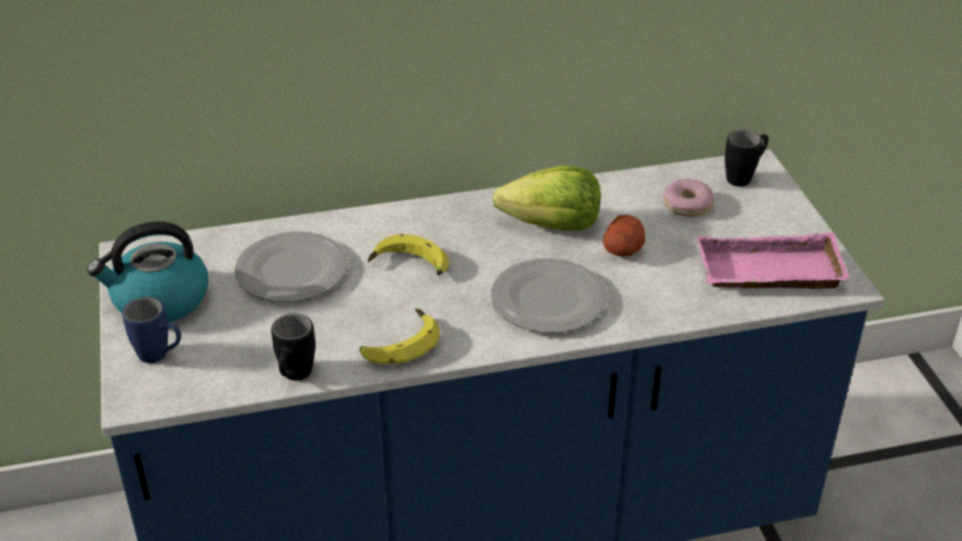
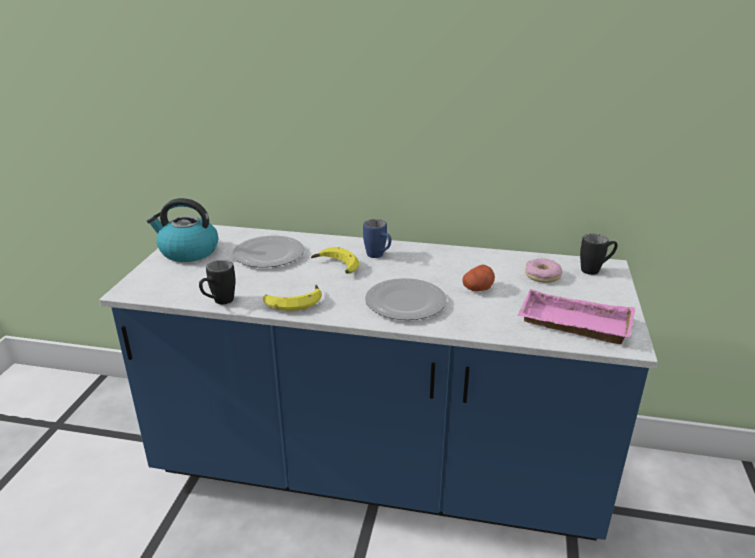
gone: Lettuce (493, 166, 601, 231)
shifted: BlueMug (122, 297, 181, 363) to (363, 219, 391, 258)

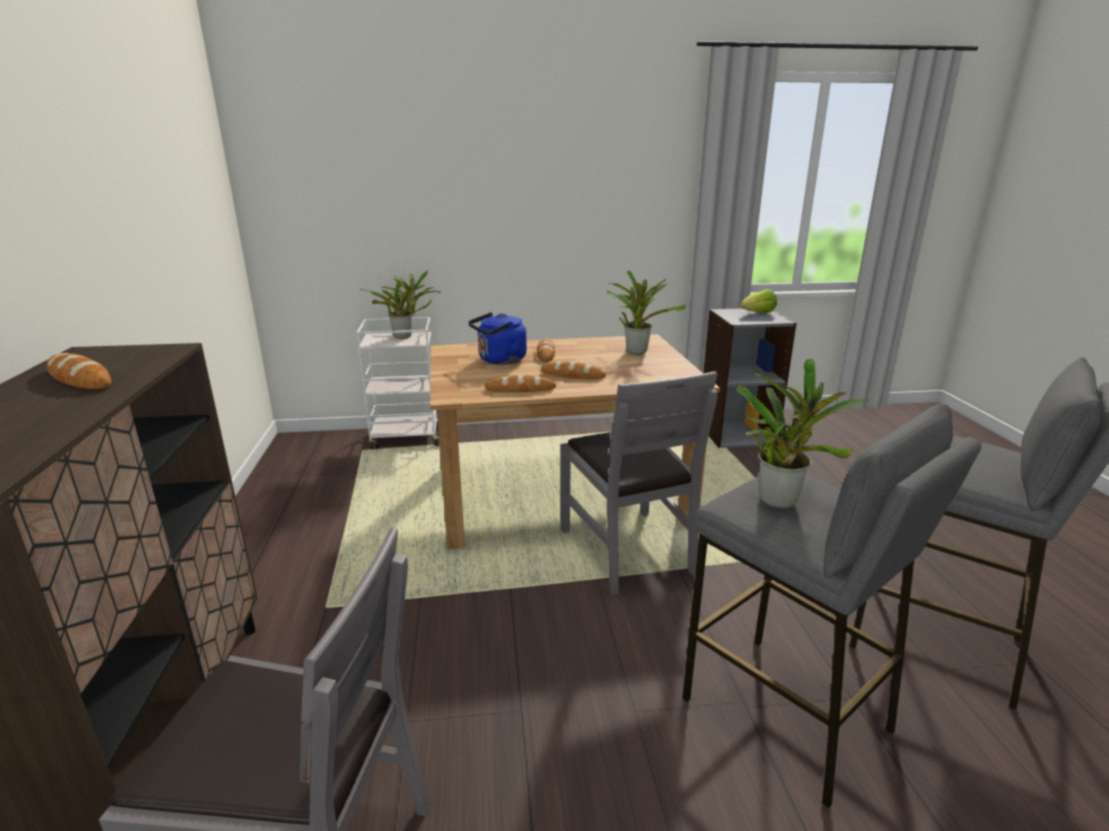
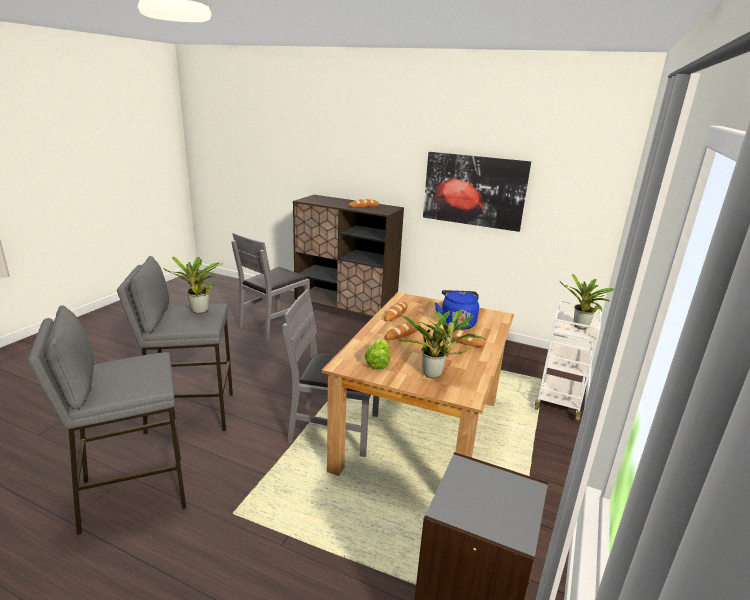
new: Picture (423, 152, 531, 232)
shifted: Lettuce (741, 289, 777, 313) to (365, 338, 390, 369)

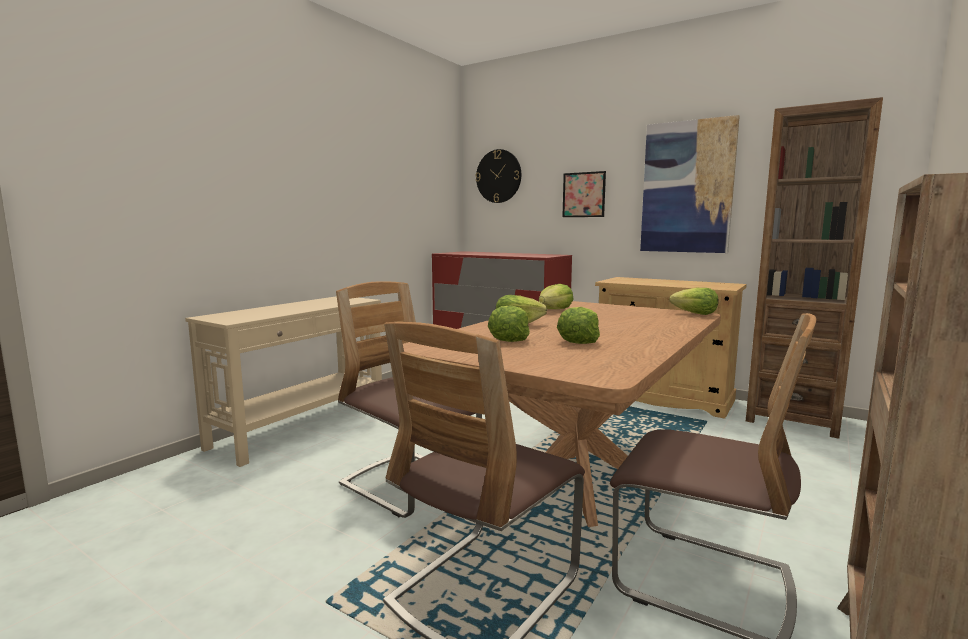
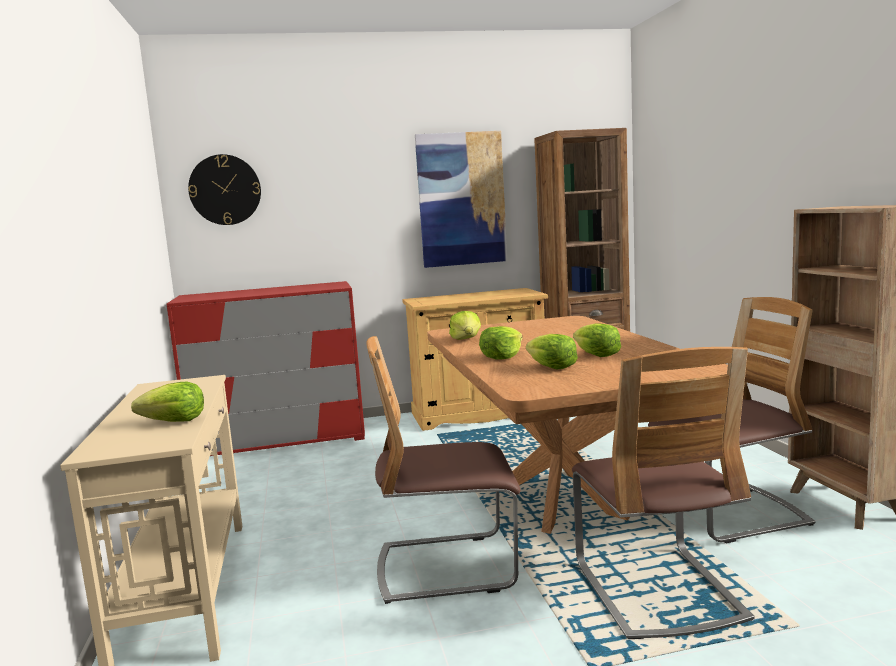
gone: Picture (562, 171, 606, 217)
shifted: Lettuce (669, 288, 718, 315) to (131, 382, 204, 422)

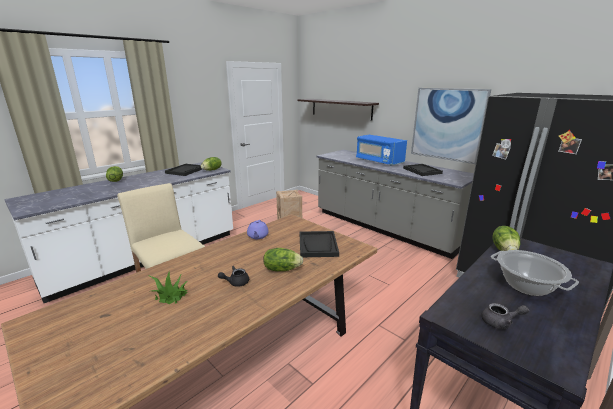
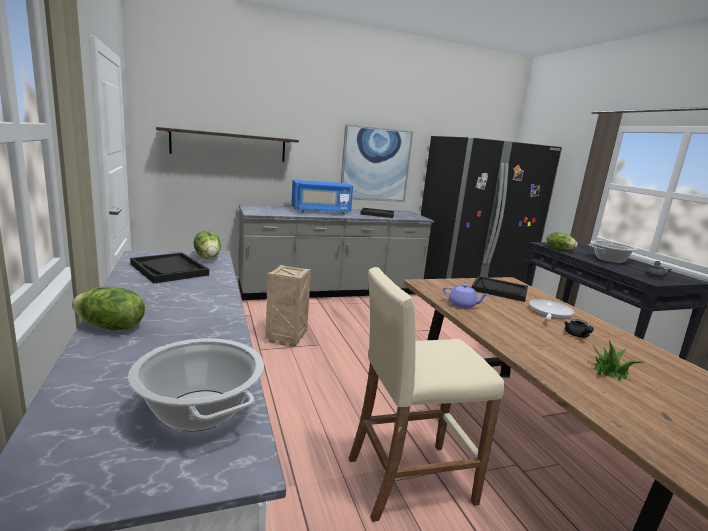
new: CookingPot (128, 339, 264, 431)
swapped: Lettuce (263, 248, 303, 271) to FryingPan (529, 299, 575, 320)

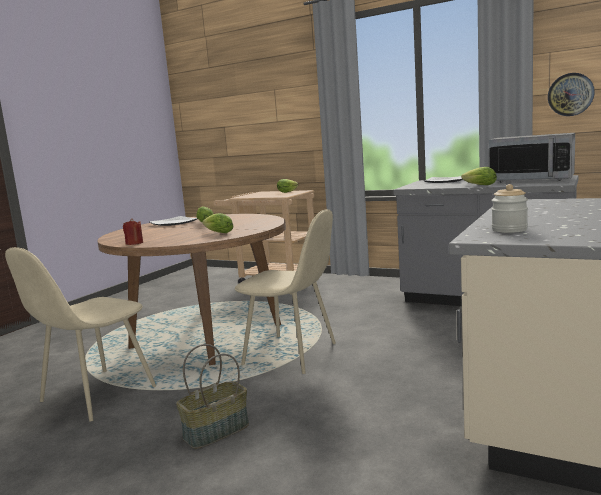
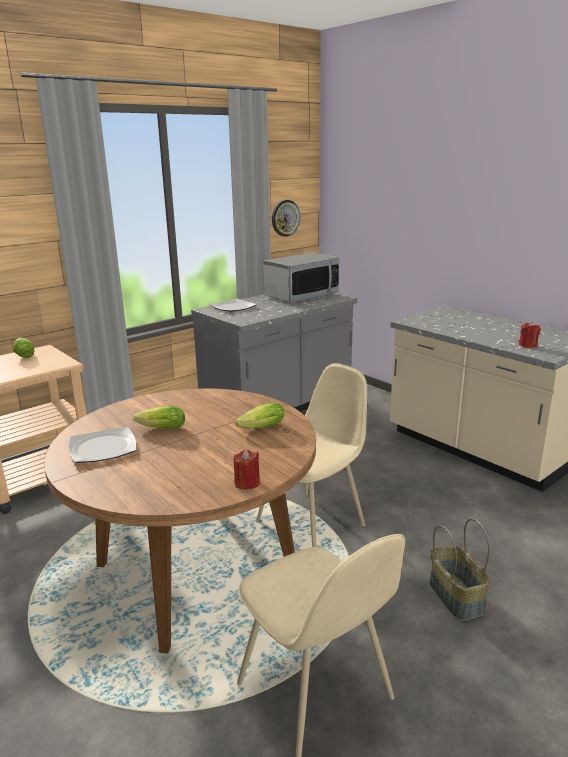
gone: Lettuce (461, 167, 497, 185)
swapped: Jar (491, 184, 528, 233) to RedCandle (519, 321, 541, 348)

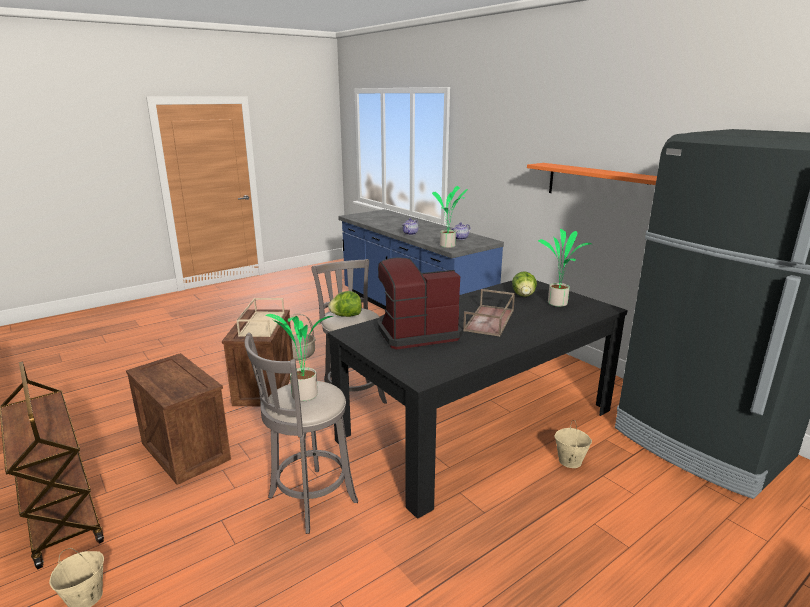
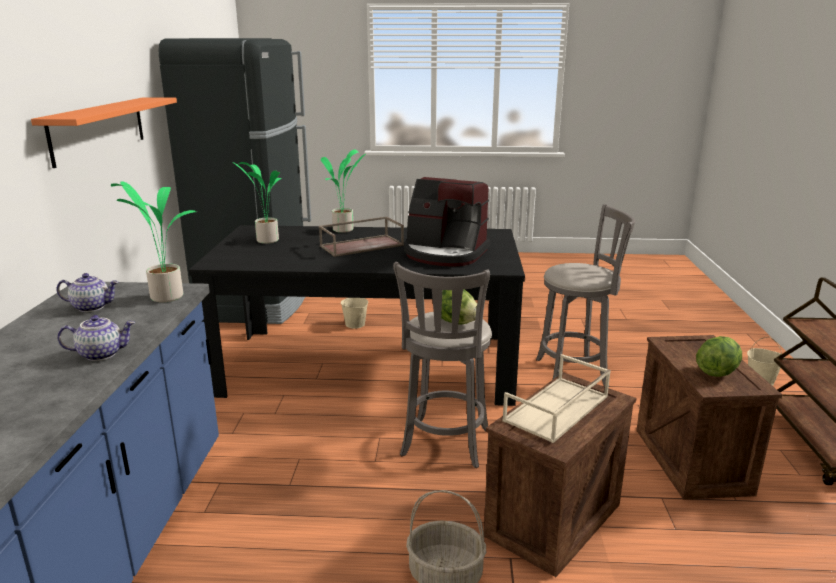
shifted: PottedPlant (265, 314, 334, 401) to (321, 150, 366, 233); Lettuce (512, 271, 537, 297) to (696, 336, 742, 377)

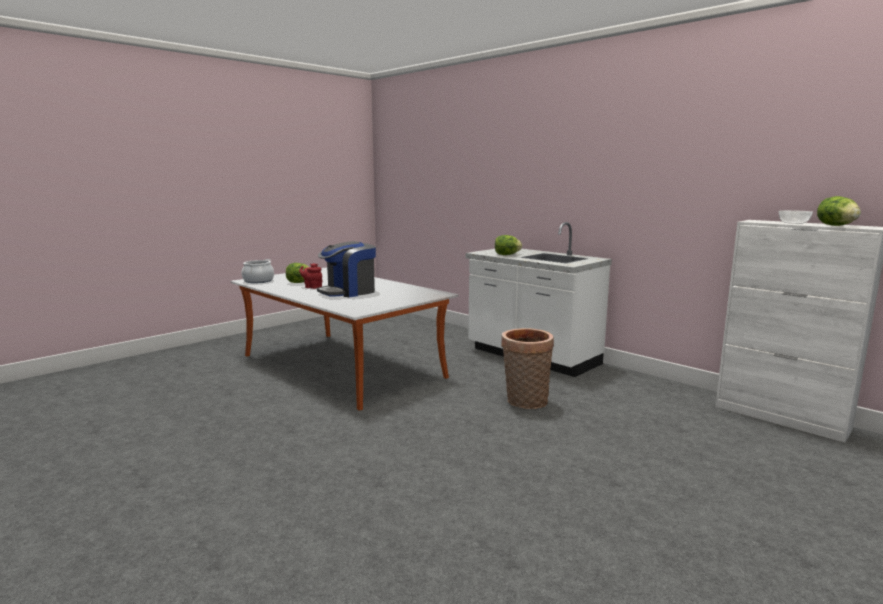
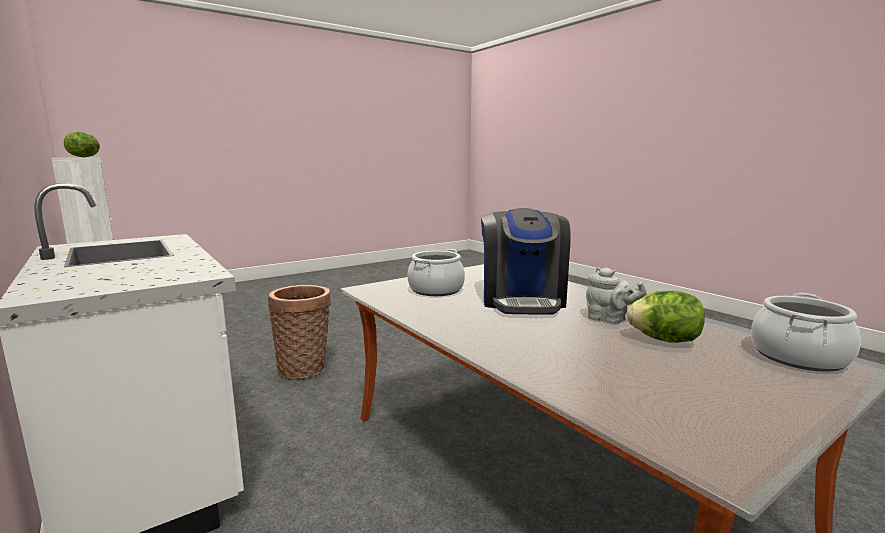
gone: Lettuce (495, 235, 522, 255); Bowl (779, 210, 813, 224)
new: CookingPot (407, 249, 465, 296)
repainted: RedTeapot (299, 263, 323, 289) to GreyTeapot (586, 267, 646, 324)
rotated: CoffeeMachine (317, 241, 376, 297) = (481, 208, 571, 314) 120 degrees clockwise

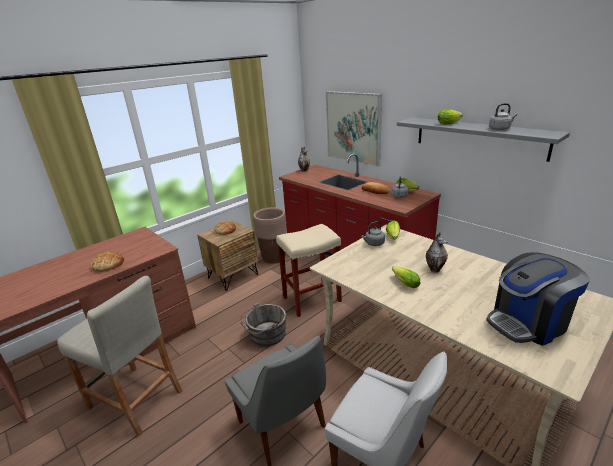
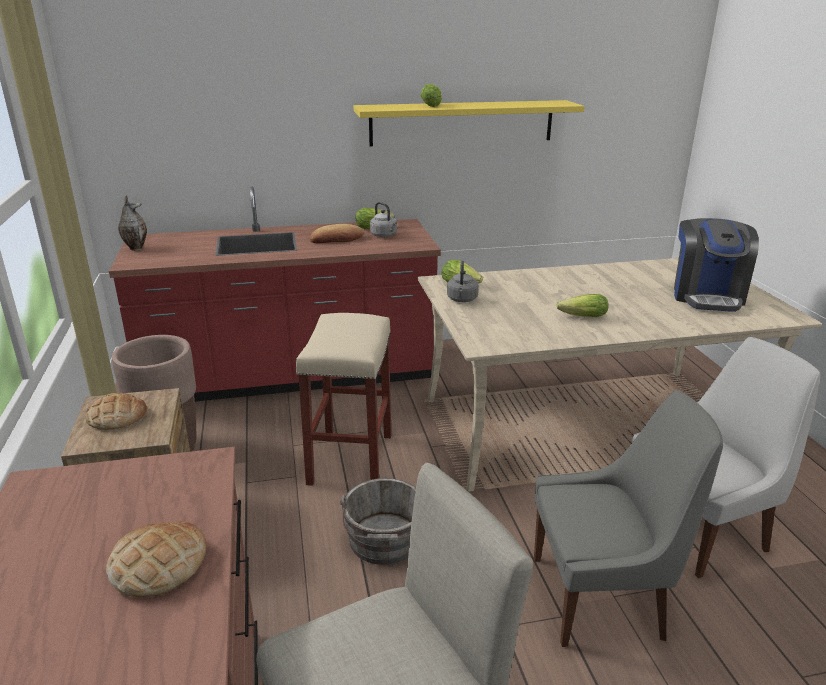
gone: Picture (326, 91, 382, 167); Vase (426, 232, 448, 273); GreyKettle (489, 103, 517, 130)
repainted: GreyShelf (397, 117, 570, 162) to YellowShelf (354, 100, 585, 146)

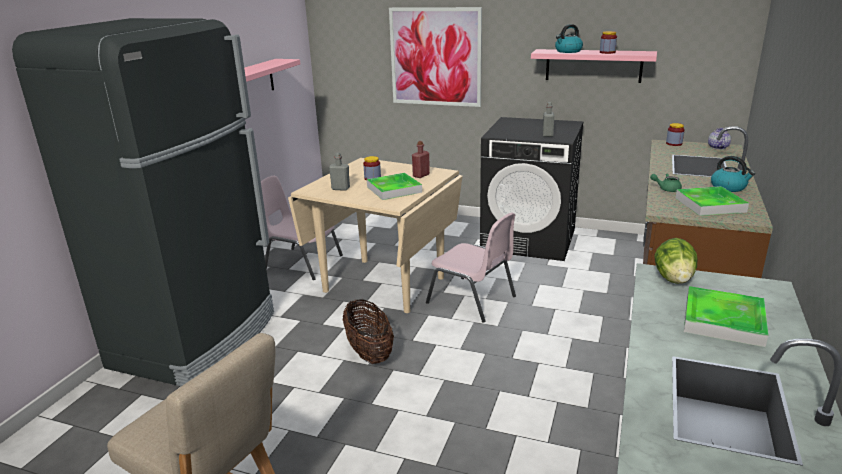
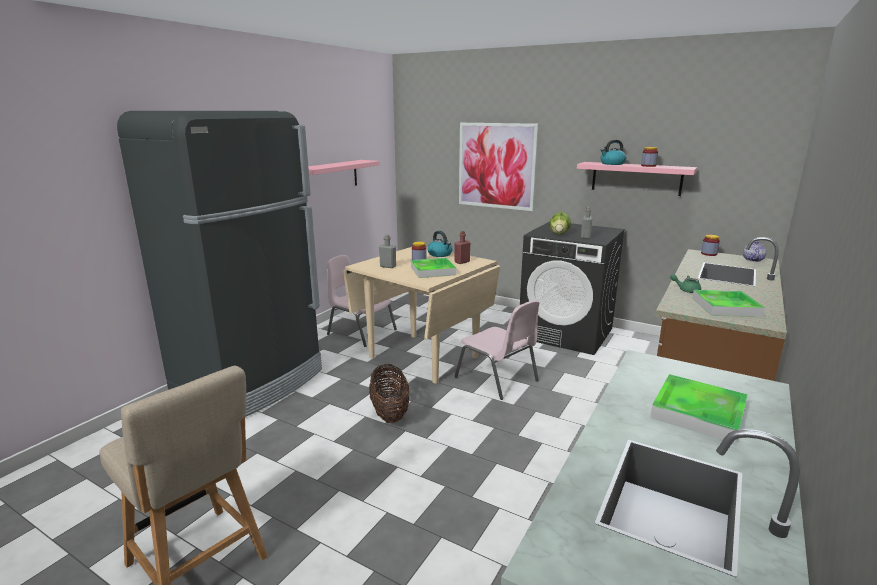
shifted: Kettle (711, 156, 755, 192) to (427, 231, 453, 257); Lettuce (654, 238, 698, 284) to (549, 212, 571, 235)

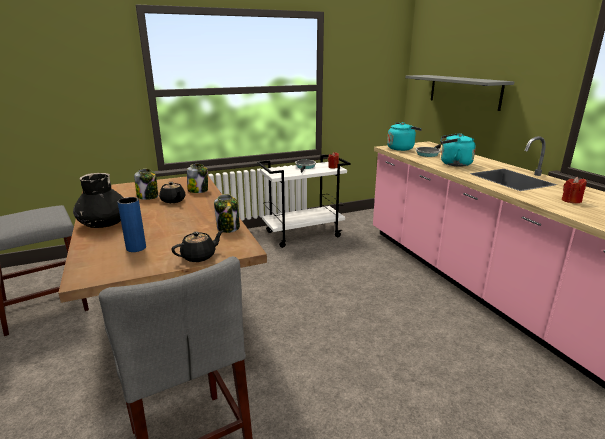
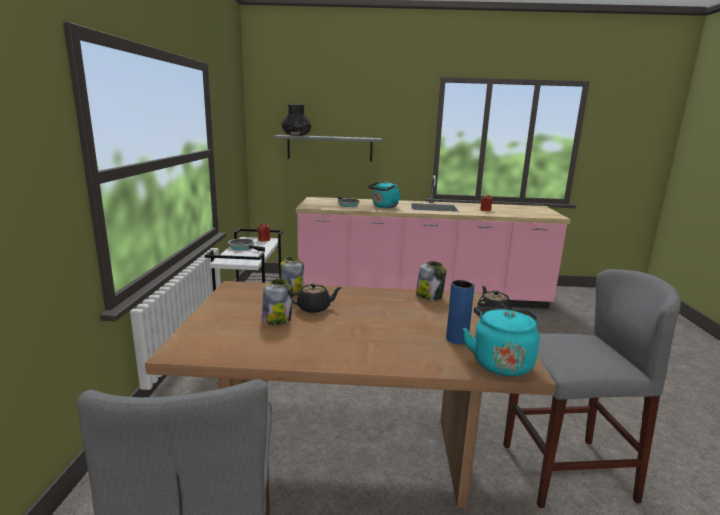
shifted: BlackVase (73, 173, 124, 228) to (281, 104, 311, 136); TurquoiseKettle (387, 122, 422, 151) to (463, 307, 540, 376)

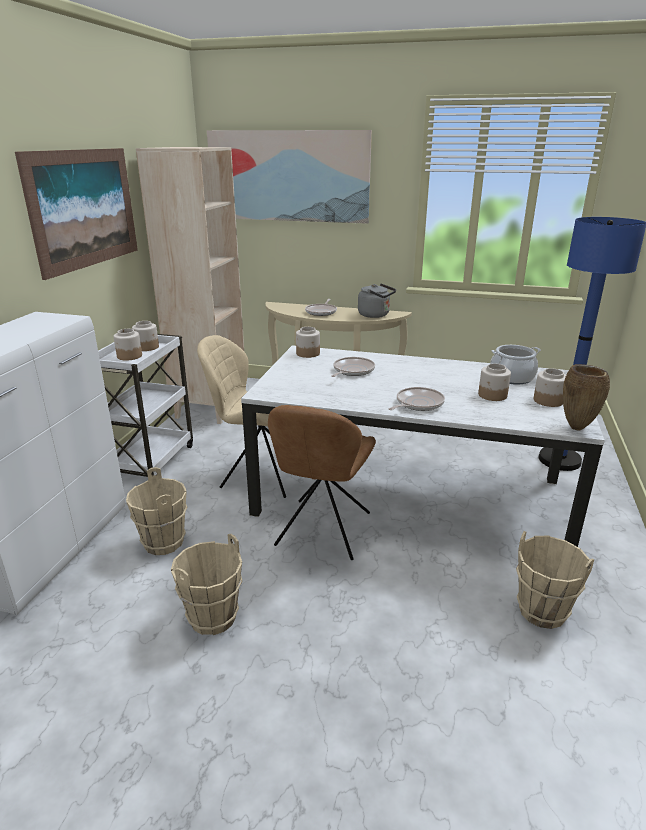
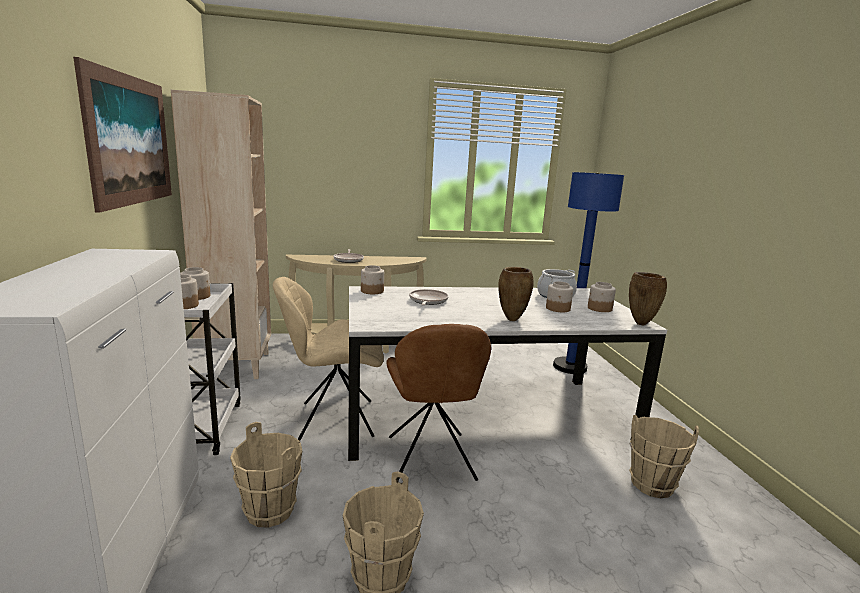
gone: Picture (207, 130, 372, 224); GreyKettle (358, 284, 396, 318)
swapped: FryingPan (389, 387, 445, 411) to BrownVase (498, 267, 534, 321)

